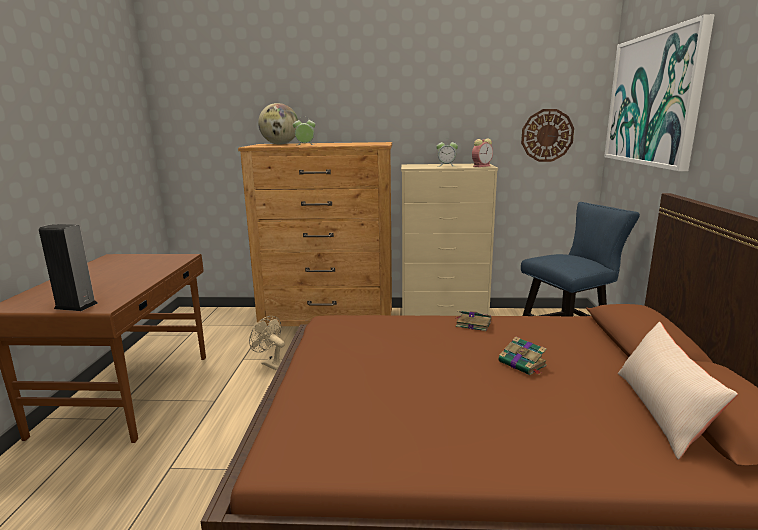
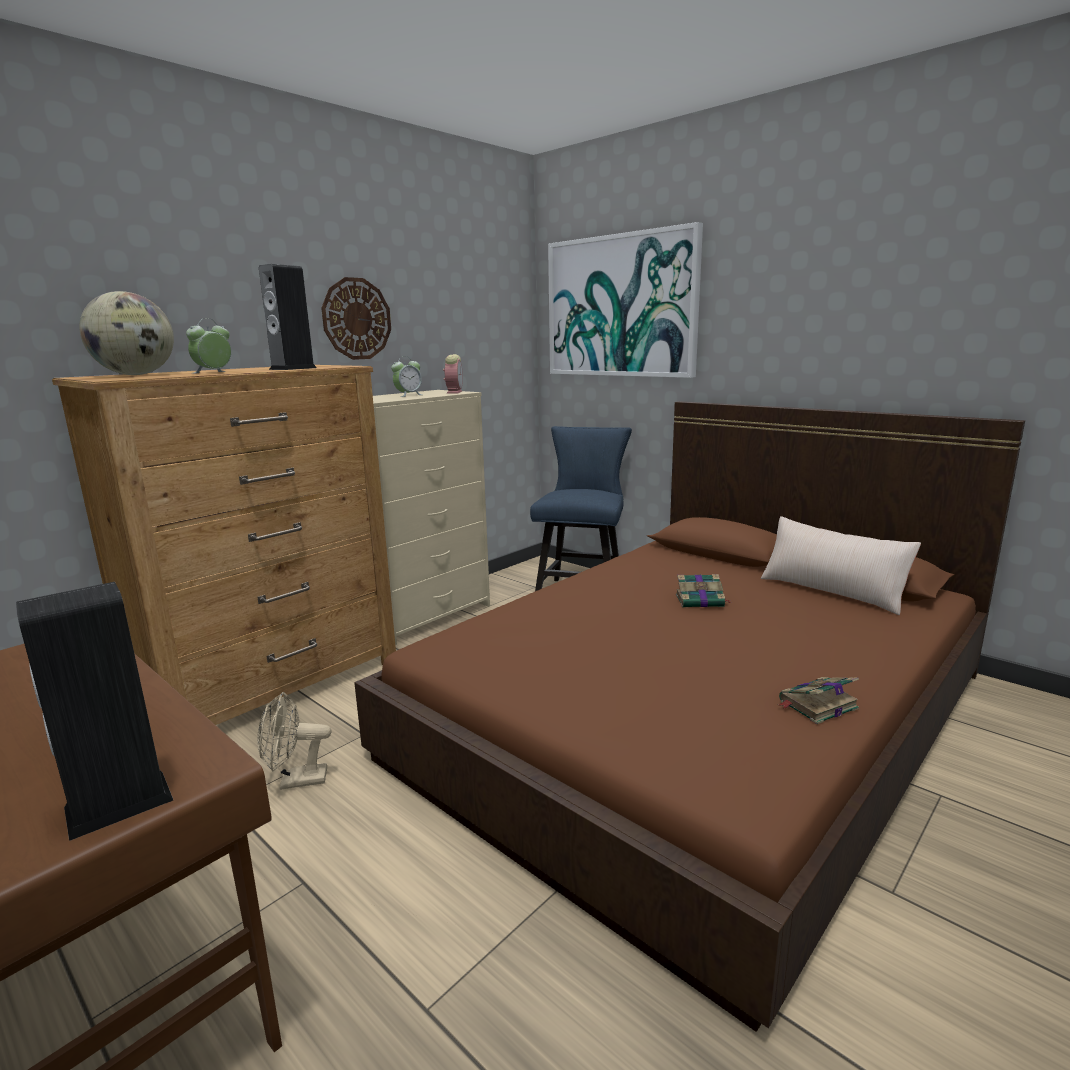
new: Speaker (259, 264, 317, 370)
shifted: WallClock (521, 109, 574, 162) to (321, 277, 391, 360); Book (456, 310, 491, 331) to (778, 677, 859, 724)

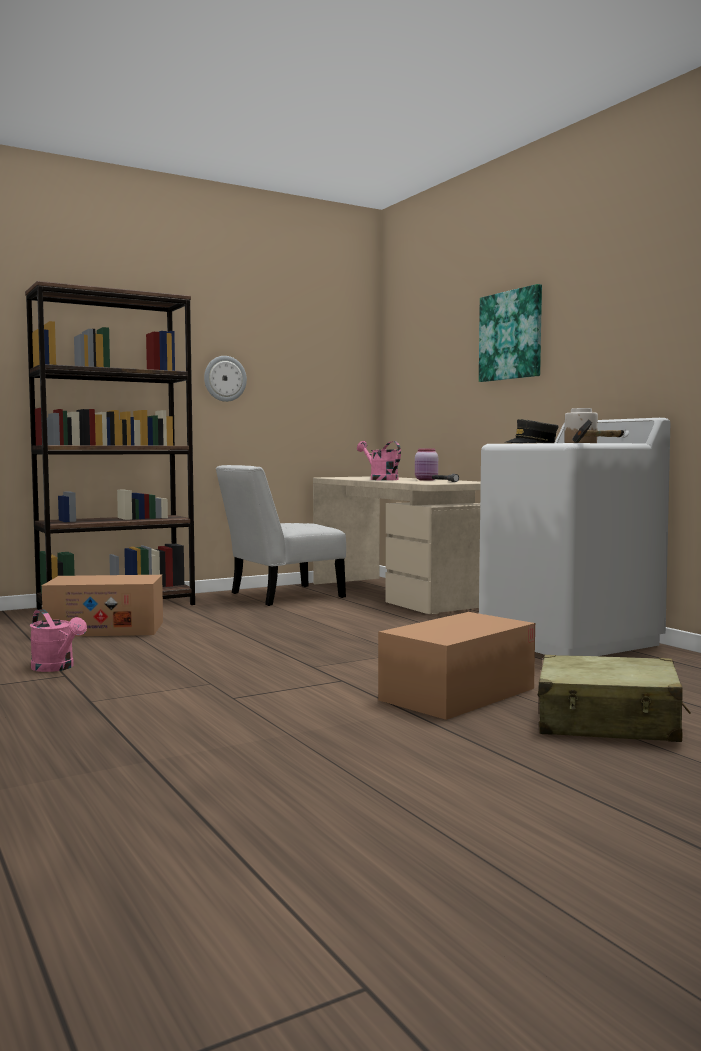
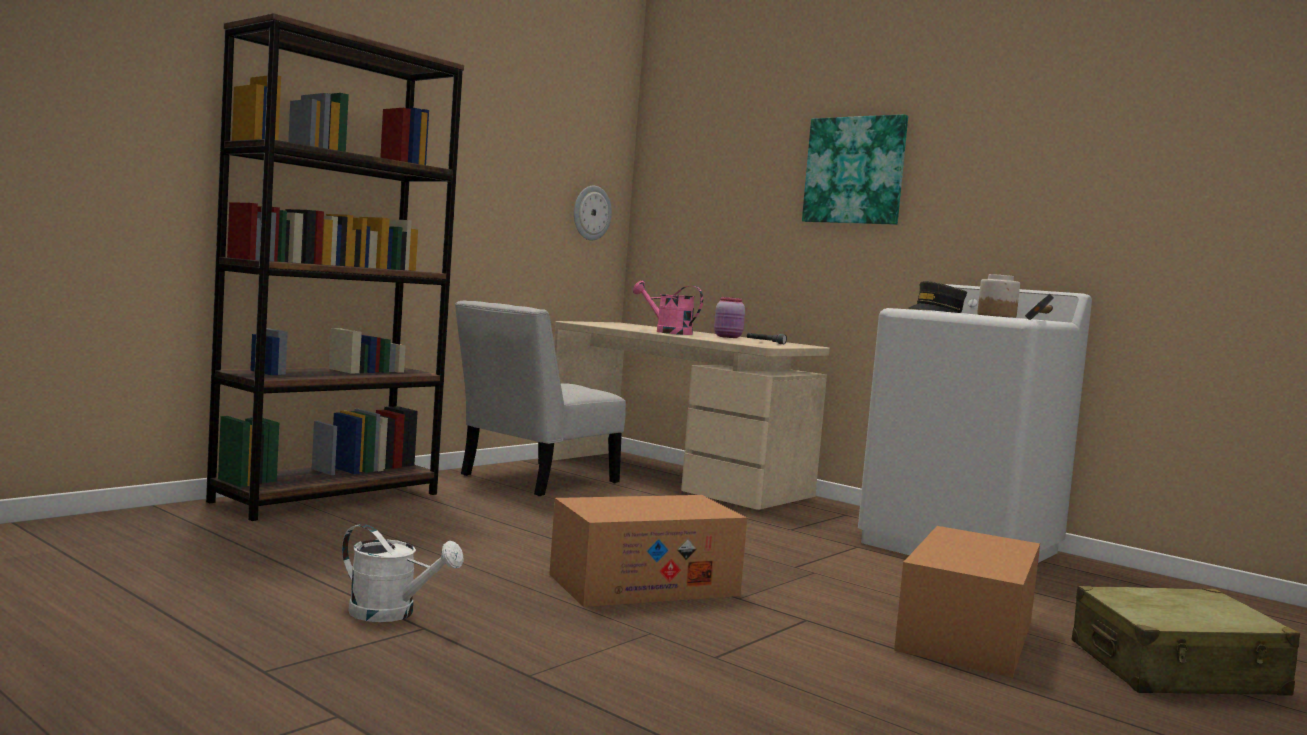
shifted: CardboardBox (42, 575, 163, 636) to (549, 495, 747, 607); WallClock (204, 356, 247, 402) to (574, 186, 612, 240)
repainted: PinkWateringCan (30, 609, 87, 672) to WhiteWateringCan (342, 524, 464, 622)

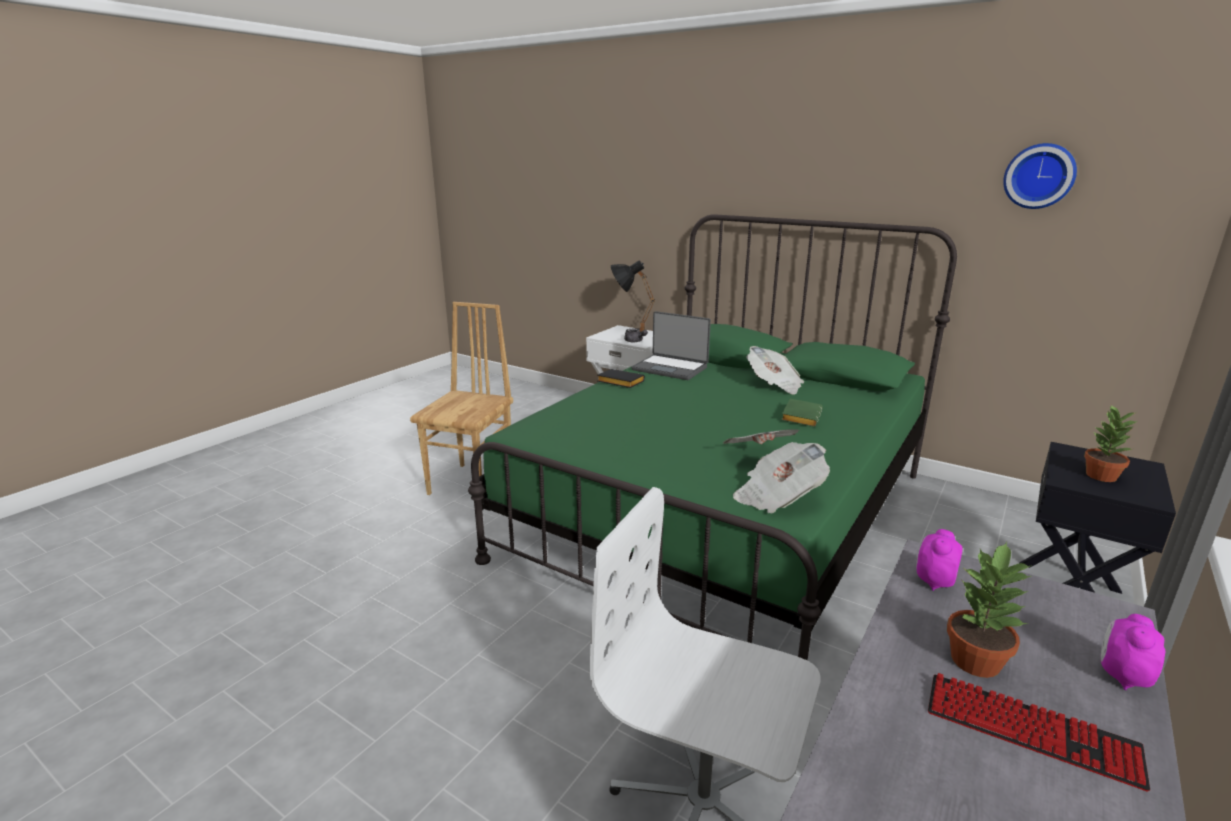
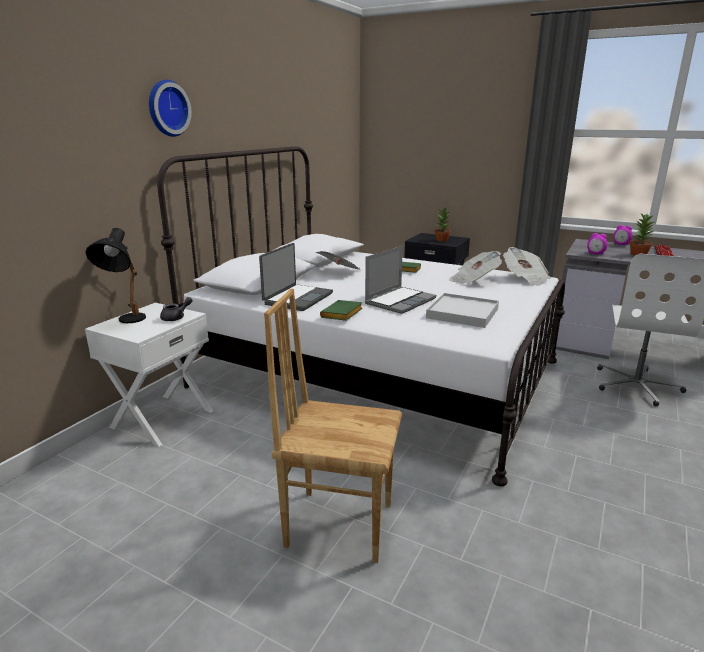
new: Laptop (365, 246, 436, 314); WhiteTray (426, 293, 499, 328)
shifted: WallClock (1003, 143, 1077, 209) to (149, 80, 192, 137)
repainted: GreenBed (468, 214, 957, 660) to WhiteBed (157, 146, 565, 486); BlackBook (597, 369, 645, 388) to GreenBook (320, 300, 363, 321)

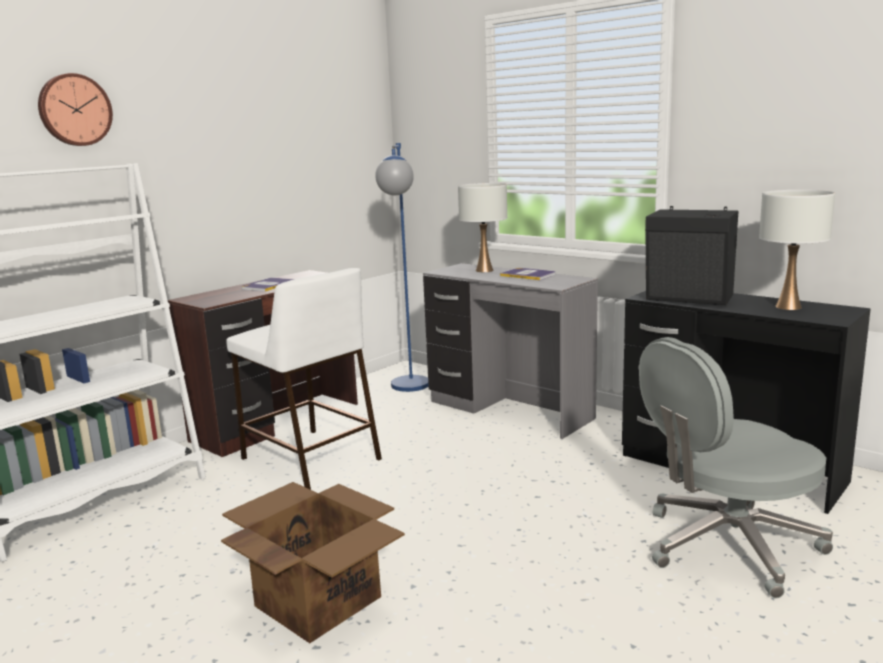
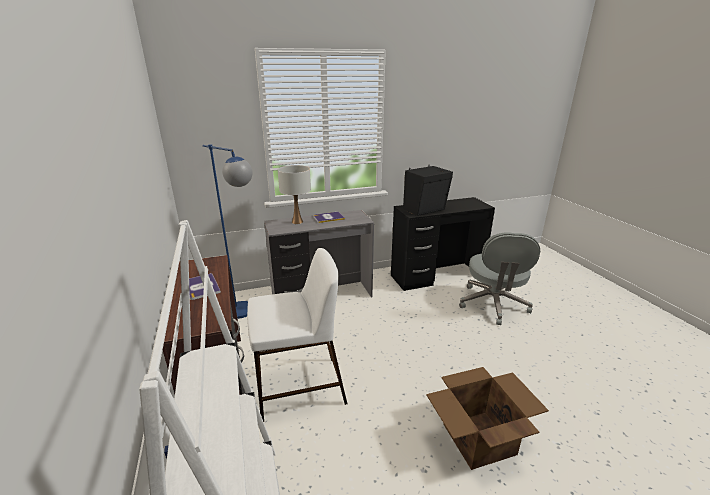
gone: WallClock (38, 73, 113, 146); WhiteTableLamp (759, 190, 835, 310)

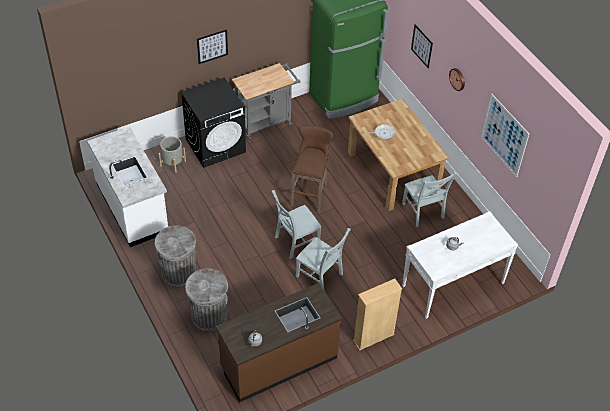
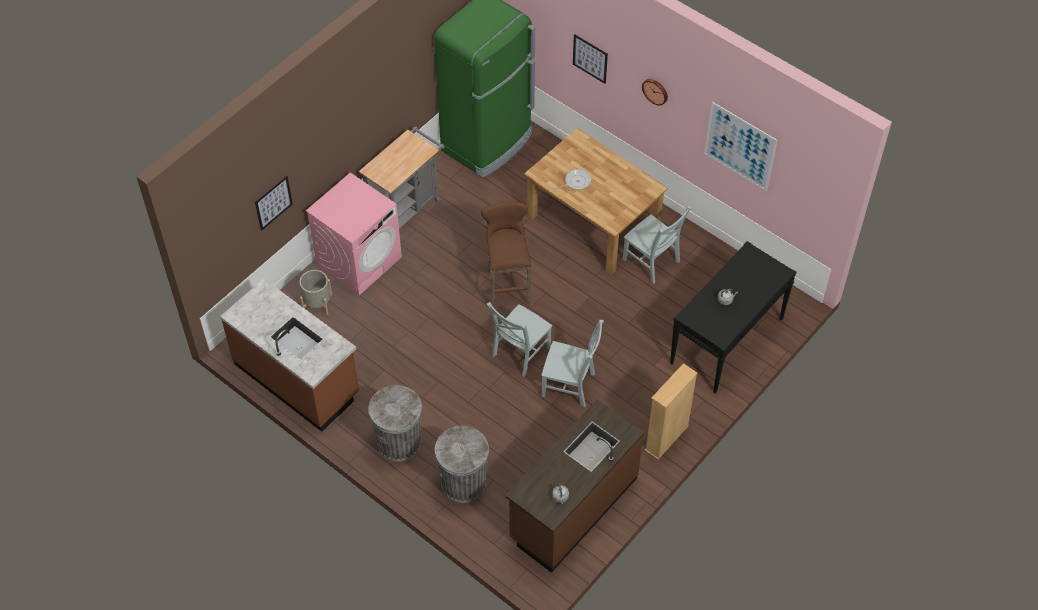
shifted: Picture (197, 29, 228, 64) to (255, 176, 293, 231)
repainted: WhiteCounter (87, 126, 168, 247) to BrownCounter (220, 279, 359, 432); BlackWashingMachine (181, 77, 246, 168) to PinkWashingMachine (306, 172, 402, 296); WhiteConsoleTable (402, 211, 518, 319) to BlackConsoleTable (670, 241, 796, 394)

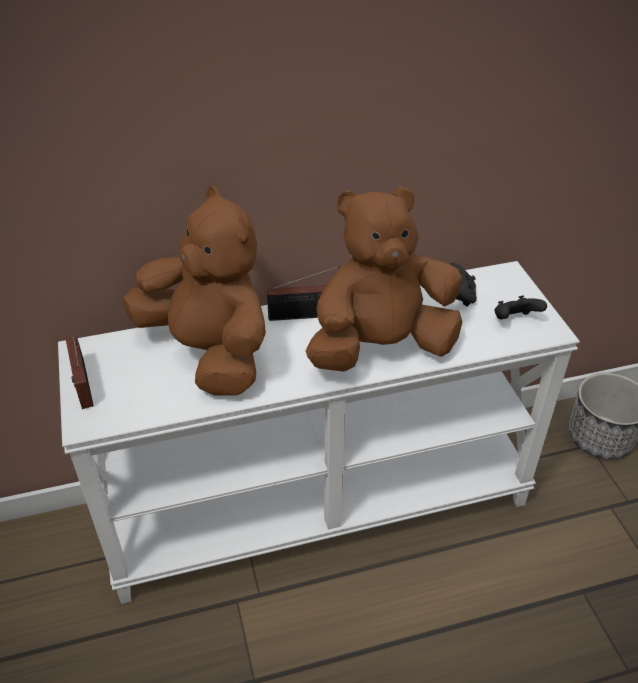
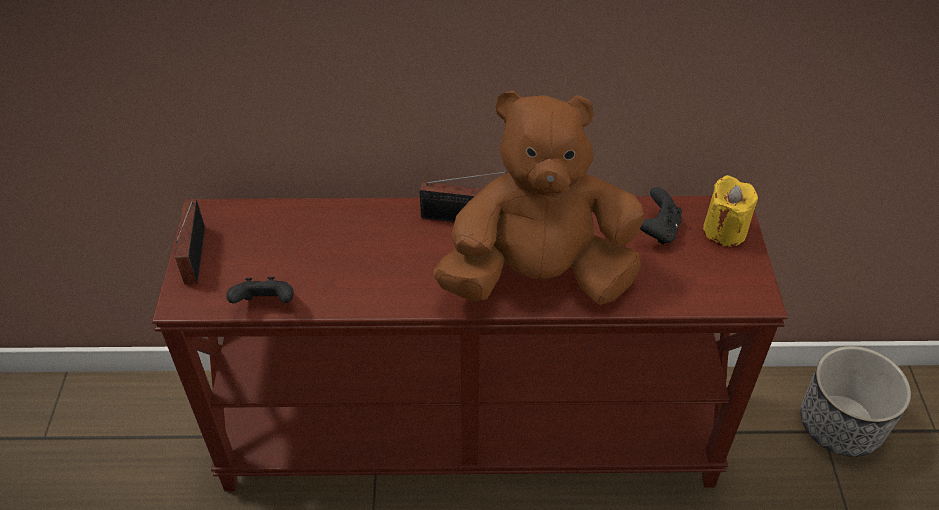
gone: BrownPlushToy (122, 186, 266, 396)
new: YellowCandle (703, 175, 758, 247)
shifted: BlackGameController (495, 296, 547, 319) to (226, 277, 294, 303)
repainted: WhiteConsoleTable (58, 261, 580, 604) to BrownConsoleTable (152, 196, 788, 492)

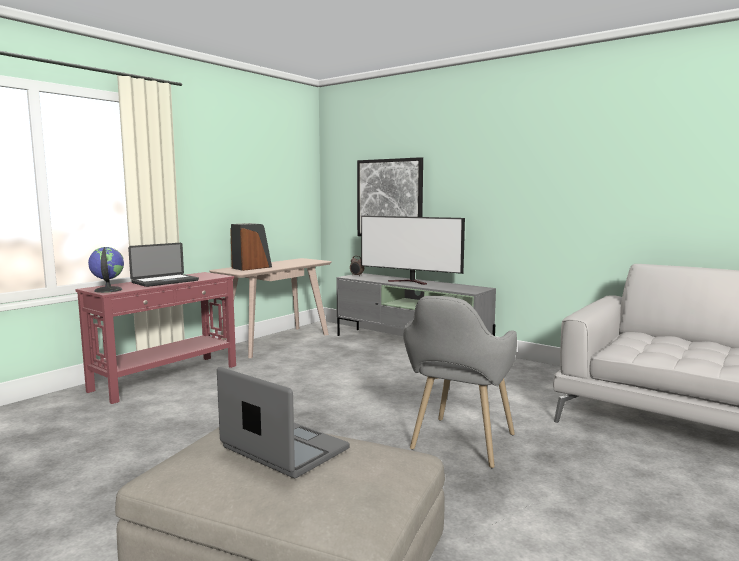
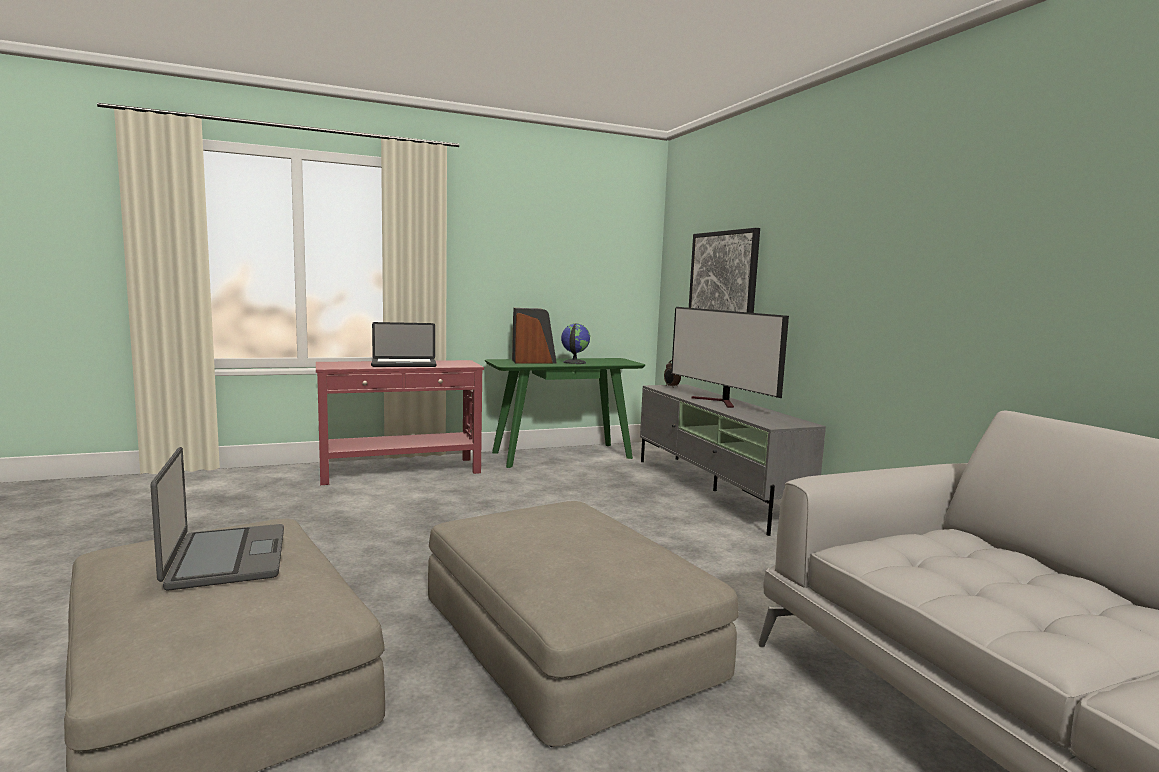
shifted: Globe (88, 247, 124, 293) to (561, 323, 590, 364)
swapped: GreyArmchair (403, 296, 517, 468) to BeigeOttoman (428, 501, 739, 747)
repainted: BeigeConsoleTable (209, 258, 332, 358) to GreenConsoleTable (485, 358, 645, 468)

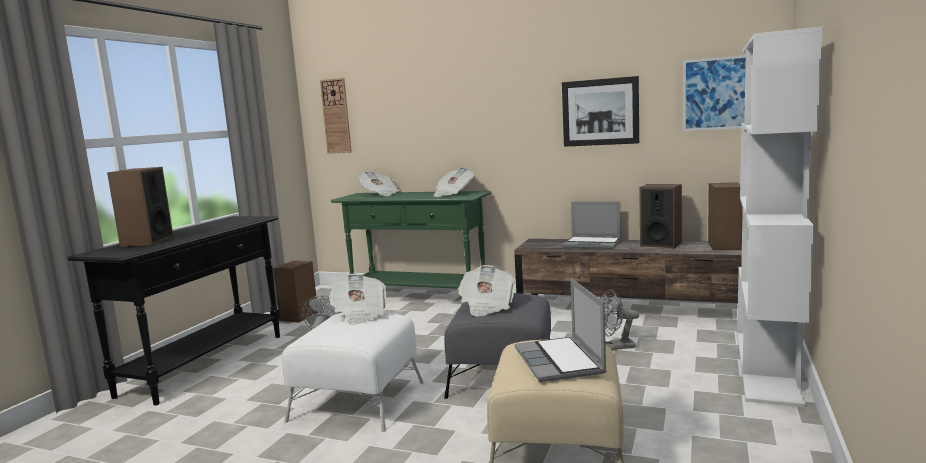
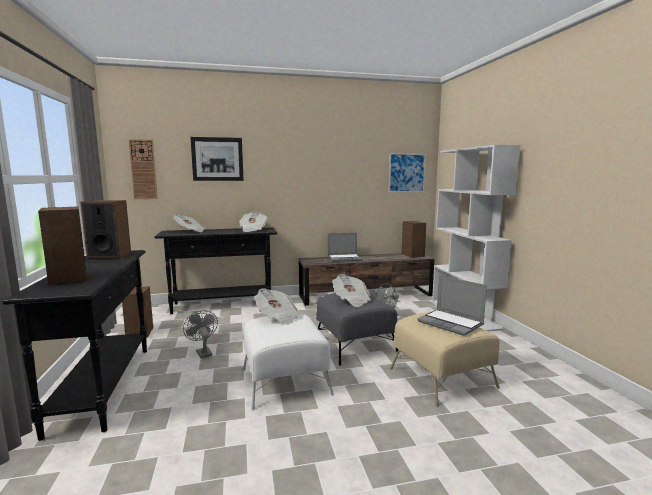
shifted: Speaker (639, 184, 682, 248) to (80, 200, 131, 258); Picture (562, 76, 639, 147) to (191, 137, 244, 181)
repainted: GreenConsoleTable (331, 191, 491, 289) to BlackConsoleTable (154, 227, 277, 314)

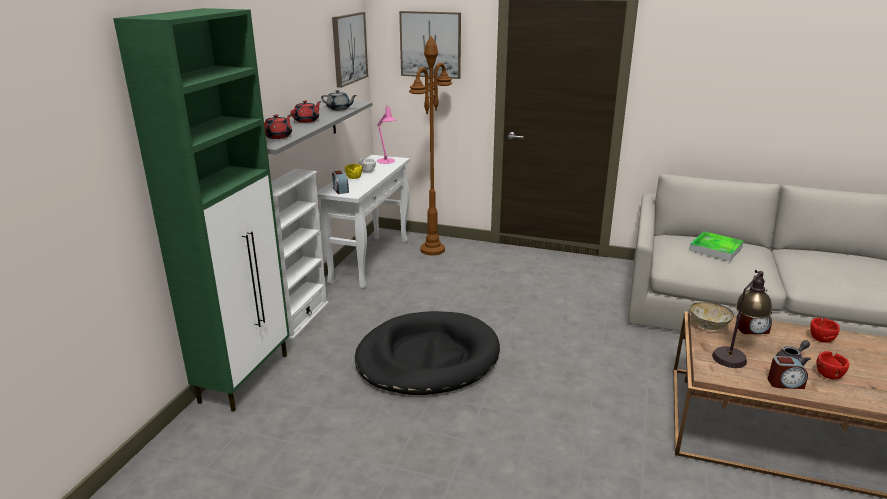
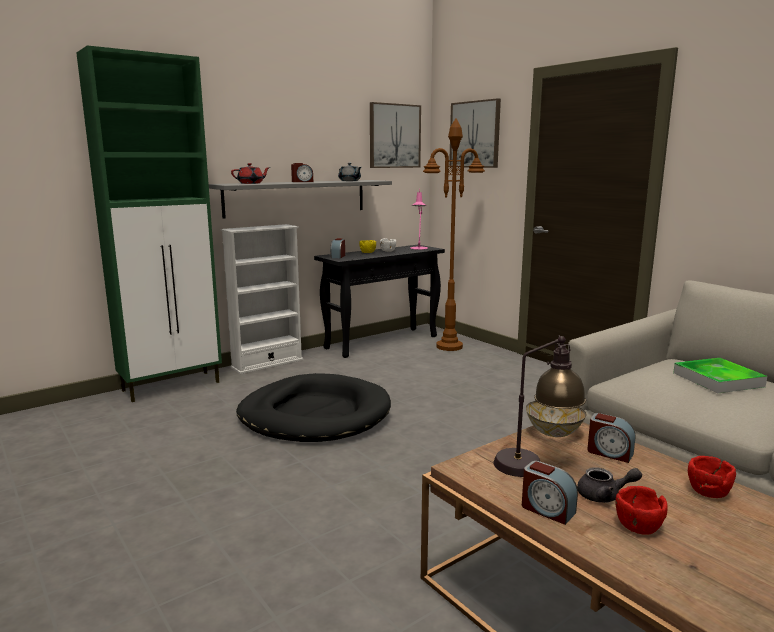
swapped: RedTeapot (290, 100, 321, 123) to AlarmClock (291, 163, 313, 182)
repainted: WhiteConsoleTable (317, 155, 410, 289) to BlackConsoleTable (314, 245, 445, 358)

